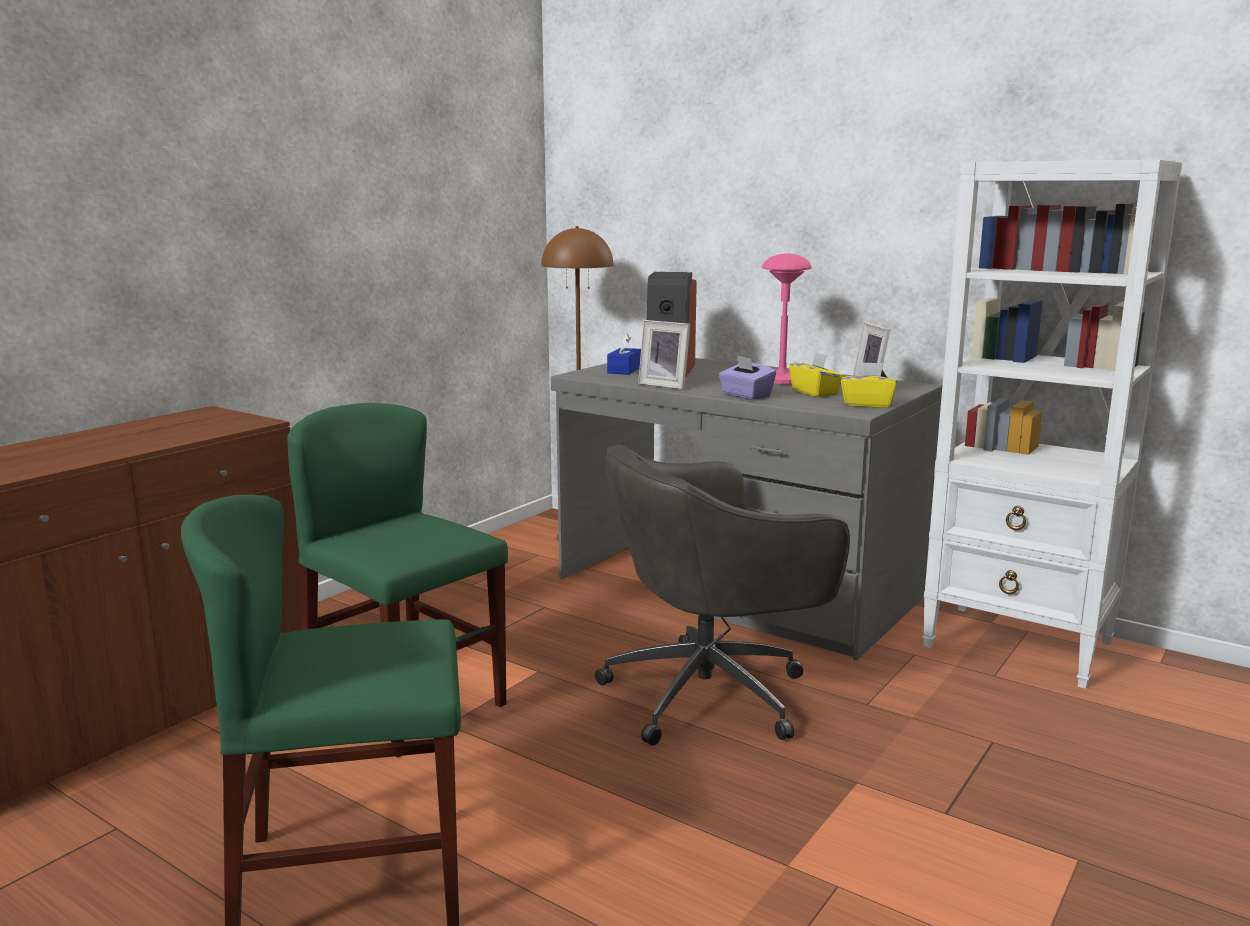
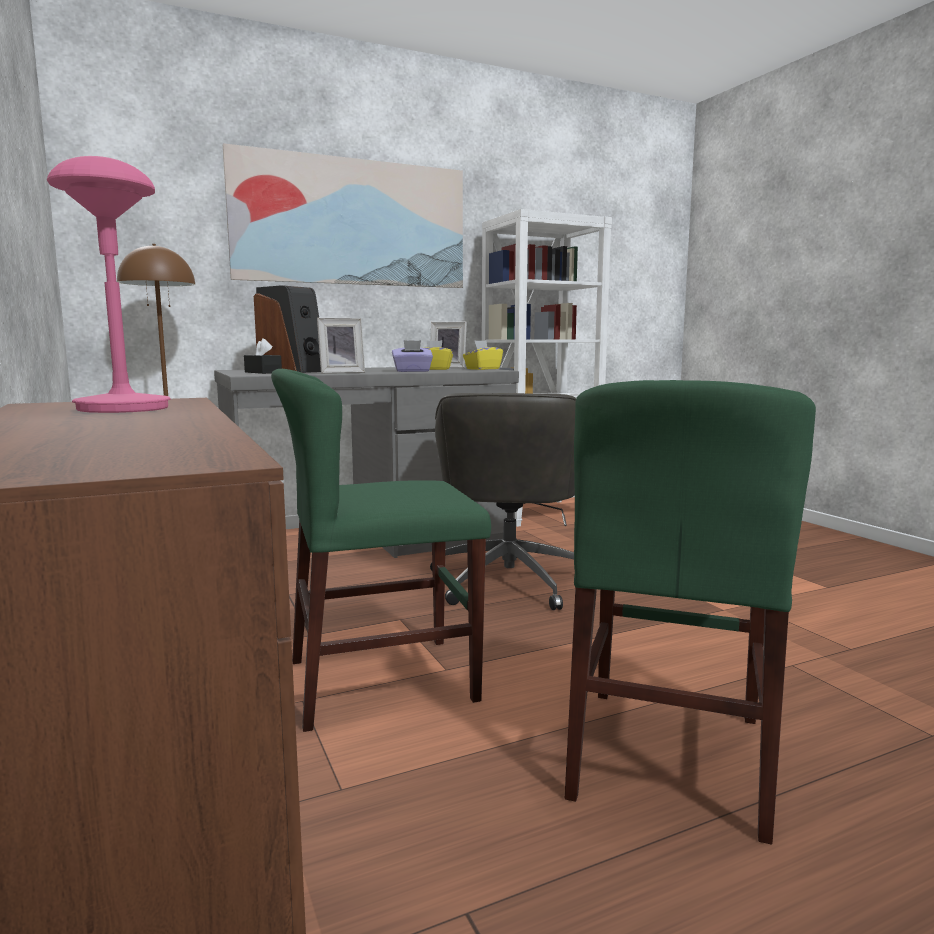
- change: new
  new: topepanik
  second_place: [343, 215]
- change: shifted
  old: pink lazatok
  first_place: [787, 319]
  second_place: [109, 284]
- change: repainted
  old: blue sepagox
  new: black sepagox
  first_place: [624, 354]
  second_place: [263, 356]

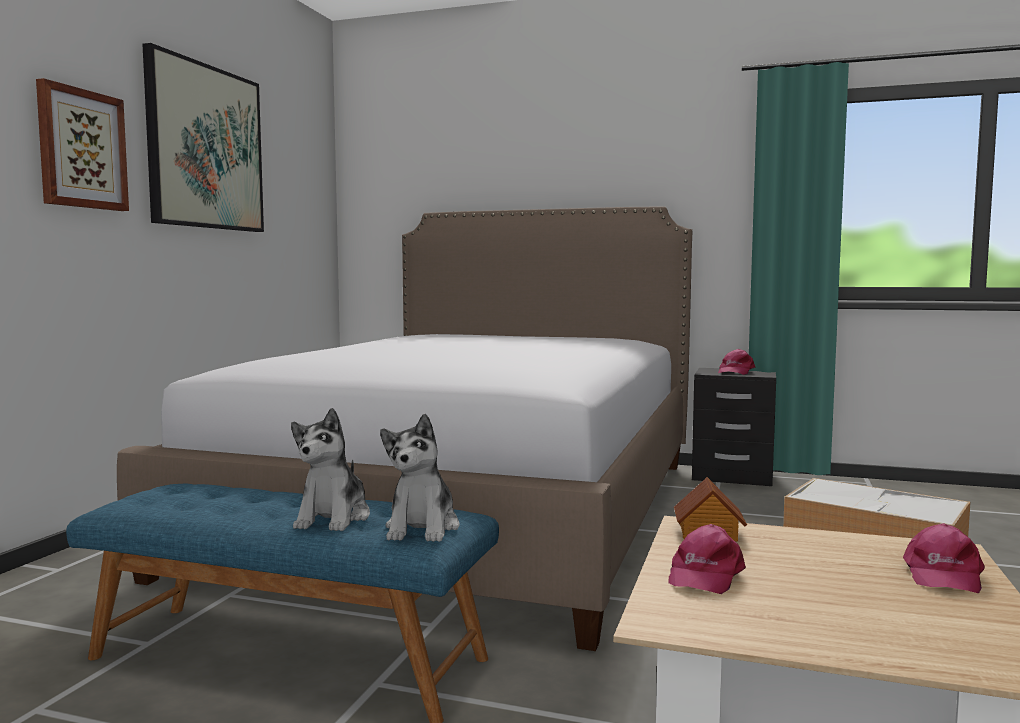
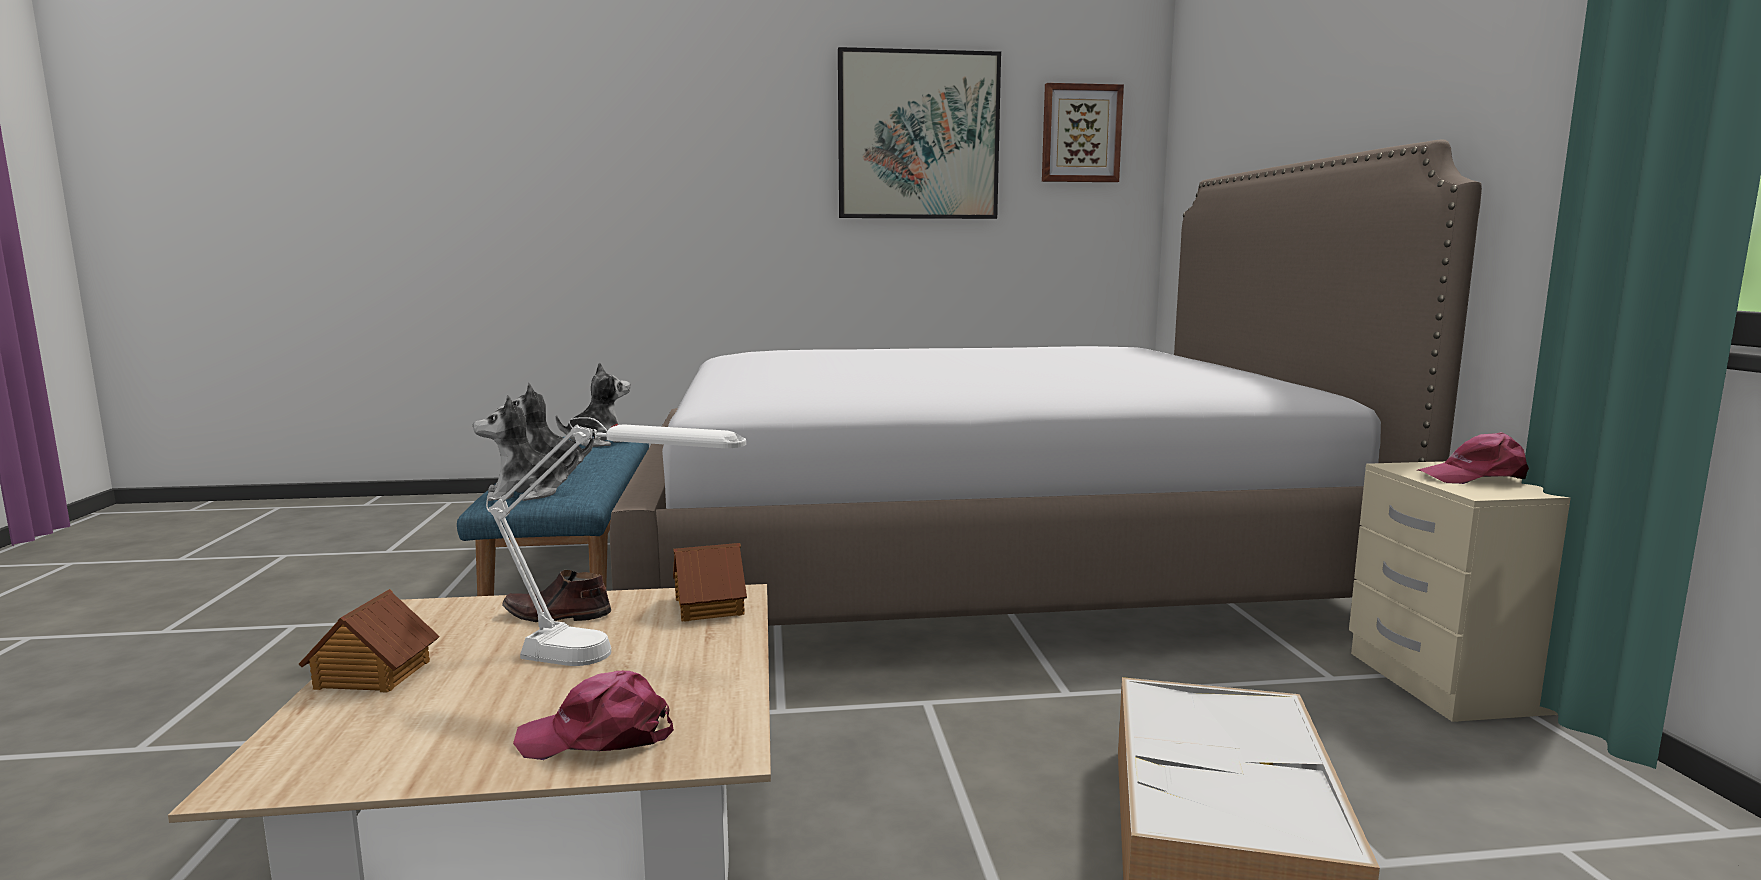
- change: new
  new: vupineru
  second_place: [369, 641]
- change: new
  new: white lazatok
  second_place: [616, 541]
- change: new
  new: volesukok
  second_place: [593, 404]
- change: shifted
  old: topepanik
  first_place: [82, 144]
  second_place: [1083, 132]
- change: swapped
  old: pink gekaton
  new: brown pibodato
  first_place: [707, 559]
  second_place: [556, 596]
- change: repainted
  old: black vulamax
  new: beige vulamax
  first_place: [734, 427]
  second_place: [1460, 591]

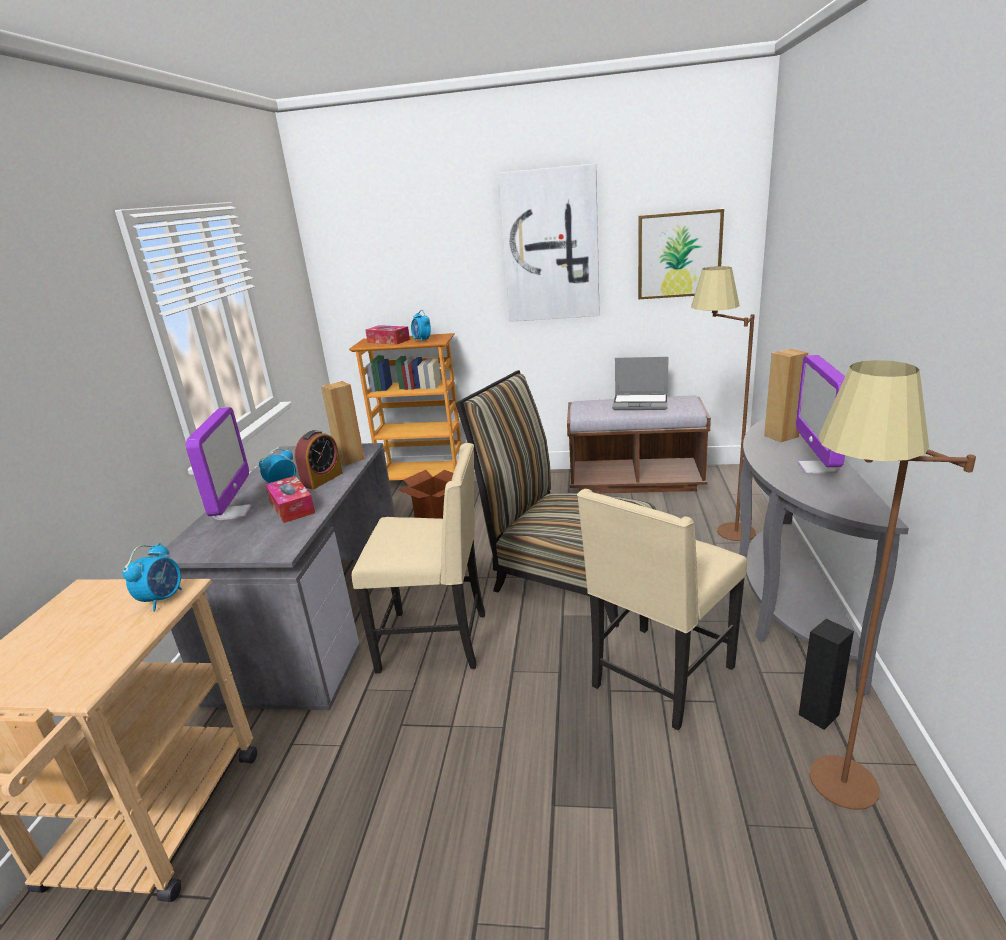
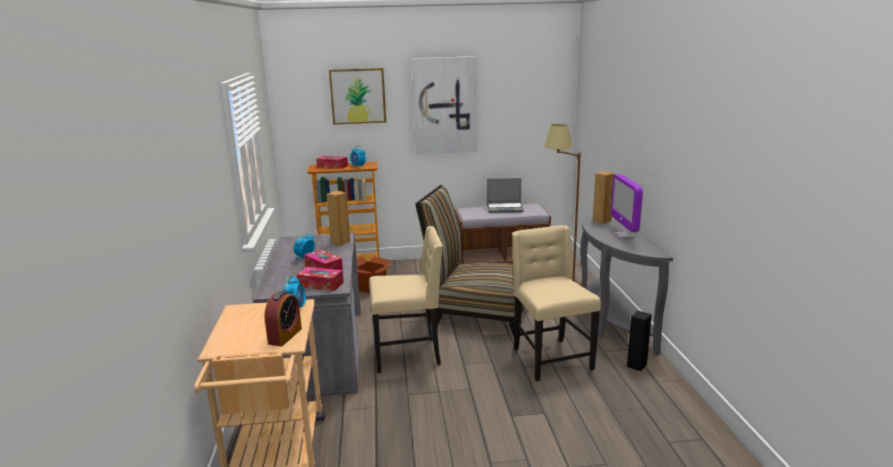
- change: gone
  old: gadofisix
  first_place: [218, 463]
- change: gone
  old: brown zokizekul
  first_place: [892, 585]
- change: new
  new: sepagox
  second_place: [320, 279]
- change: shifted
  old: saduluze
  first_place: [319, 459]
  second_place: [283, 318]
- change: shifted
  old: topepanik
  first_place: [681, 254]
  second_place: [357, 96]
- change: rotated
  old: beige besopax
  first_place: [662, 610]
  second_place: [556, 303]
  degrees: 135

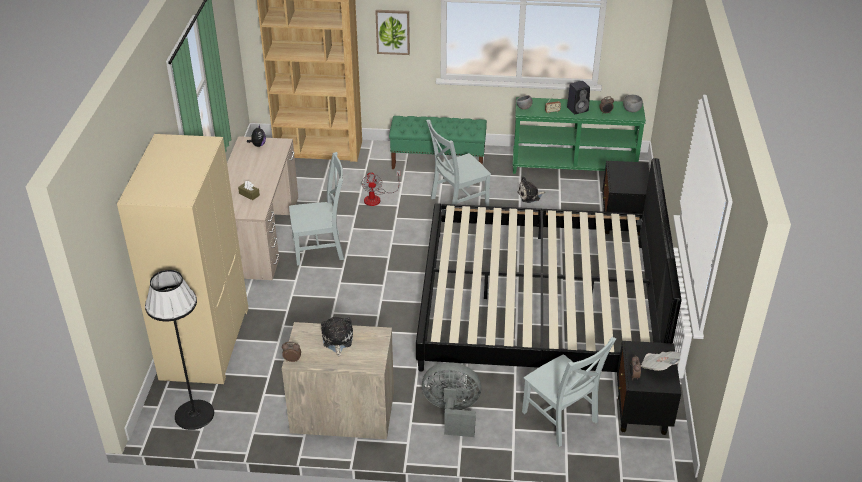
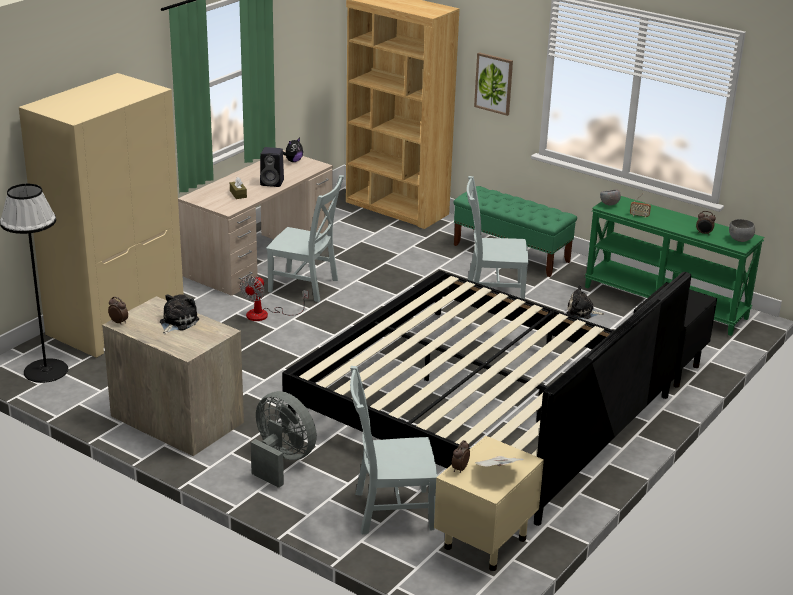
- change: shifted
  old: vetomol
  first_place: [381, 188]
  second_place: [274, 298]
- change: shifted
  old: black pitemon
  first_place: [578, 97]
  second_place: [272, 167]
- change: repainted
  old: black vulamax
  new: beige vulamax
  first_place: [649, 388]
  second_place: [489, 503]
- change: rotated
  old: grey besopax
  first_place: [569, 392]
  second_place: [394, 450]
  degrees: 90

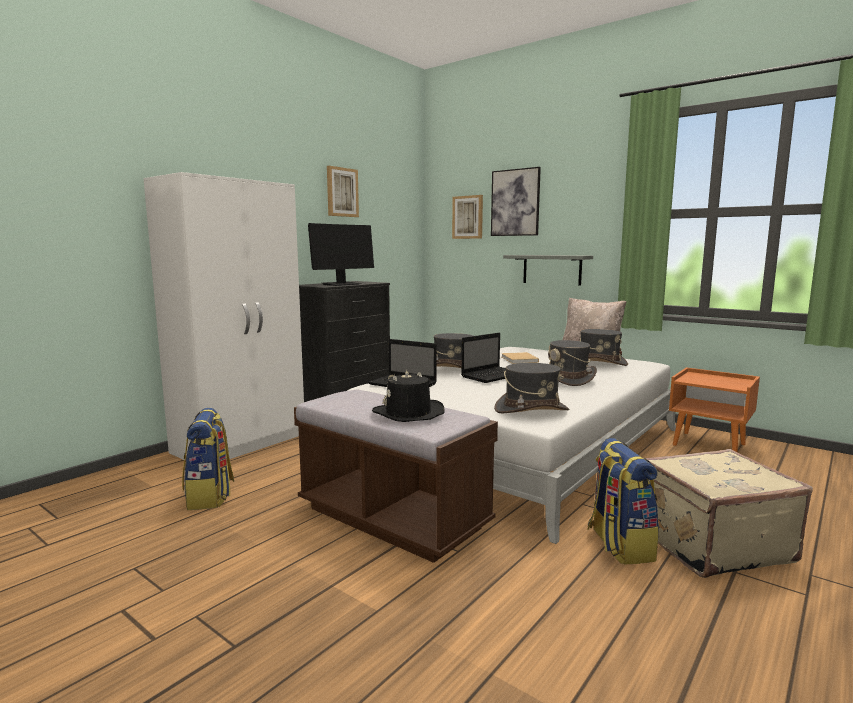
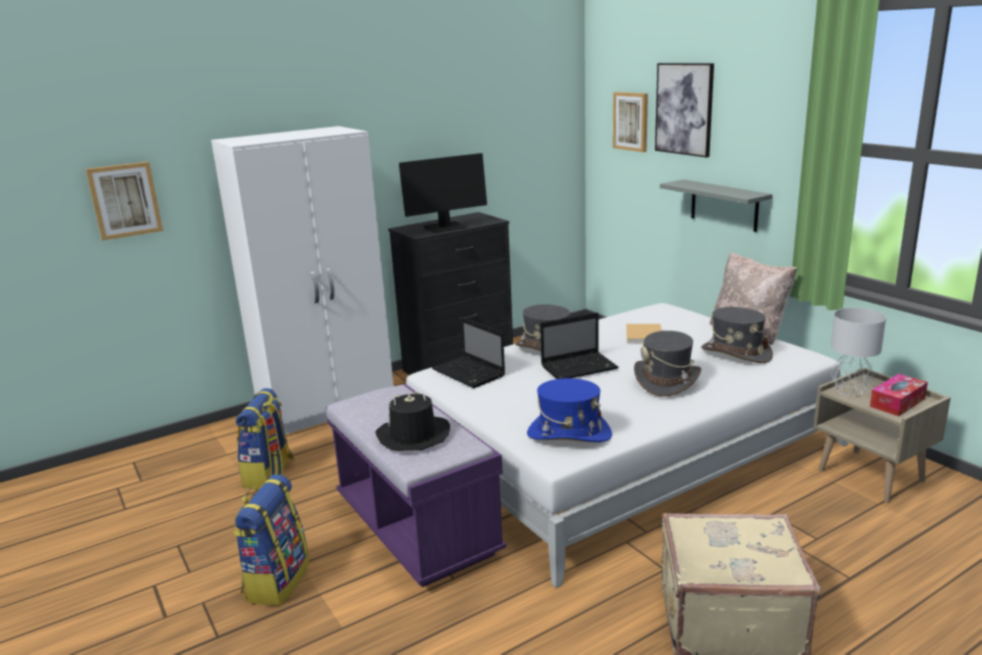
- change: new
  new: grey lazatok
  second_place: [858, 352]
- change: new
  new: sepagox
  second_place: [899, 395]
- change: shifted
  old: topepanik
  first_place: [343, 191]
  second_place: [124, 201]
- change: shifted
  old: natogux
  first_place: [623, 501]
  second_place: [271, 540]
- change: repainted
  old: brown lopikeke
  new: purple lopikeke
  first_place: [396, 476]
  second_place: [416, 485]
- change: repainted
  old: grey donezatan
  new: blue donezatan
  first_place: [531, 388]
  second_place: [569, 410]
- change: repainted
  old: orange vulamax
  new: beige vulamax
  first_place: [714, 409]
  second_place: [882, 435]

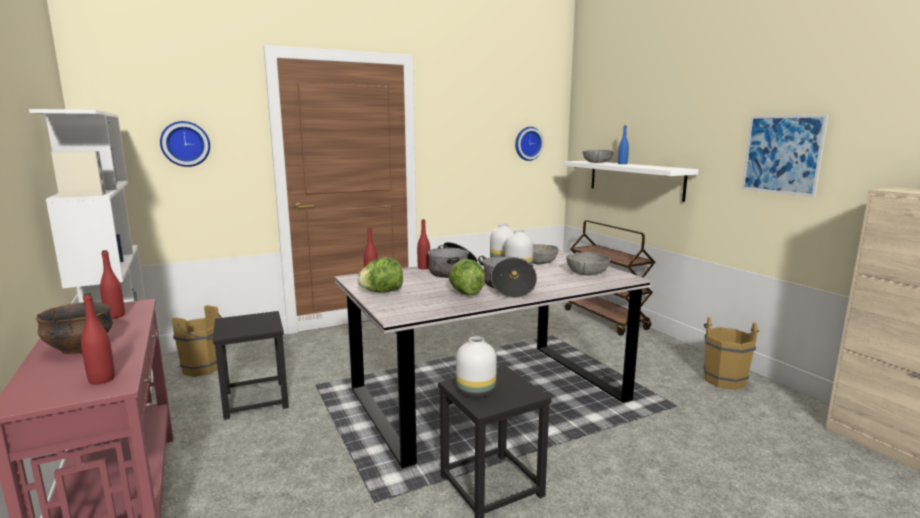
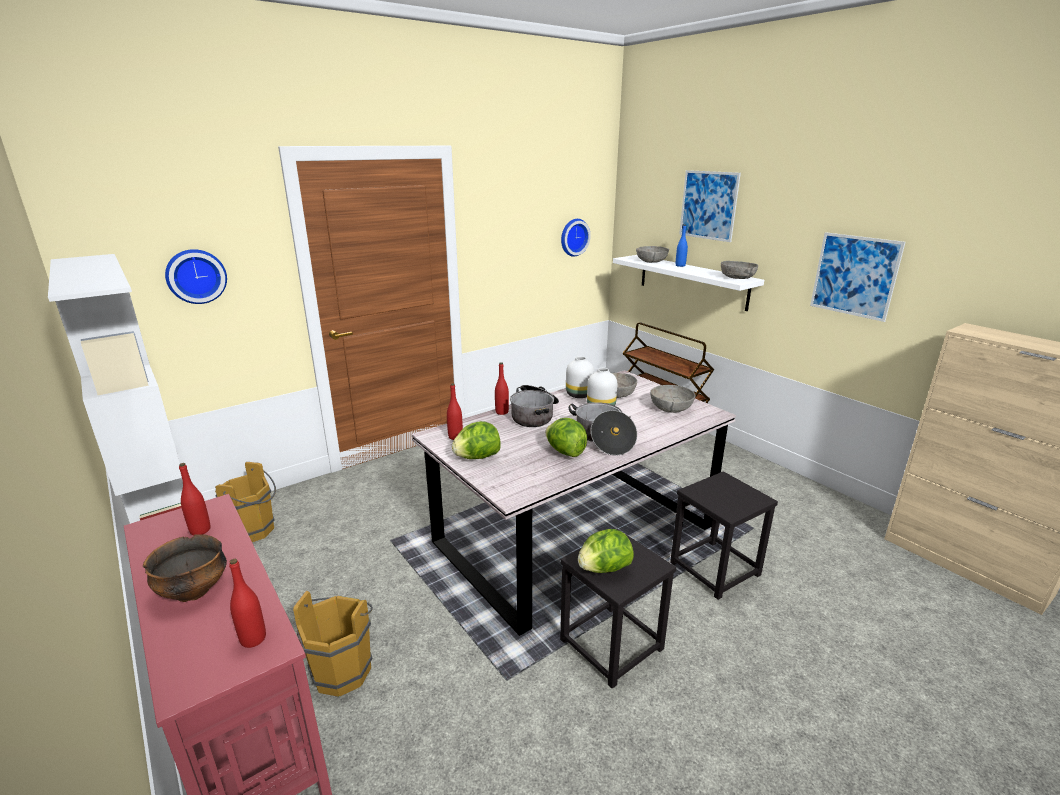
- change: new
  new: topepanik
  second_place: [710, 206]
- change: new
  new: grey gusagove
  second_place: [739, 270]
- change: shifted
  old: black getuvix
  first_place: [251, 365]
  second_place: [724, 535]
- change: shifted
  old: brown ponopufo
  first_place: [731, 353]
  second_place: [333, 644]
- change: swapped
  old: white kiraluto
  new: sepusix
  first_place: [476, 367]
  second_place: [606, 551]

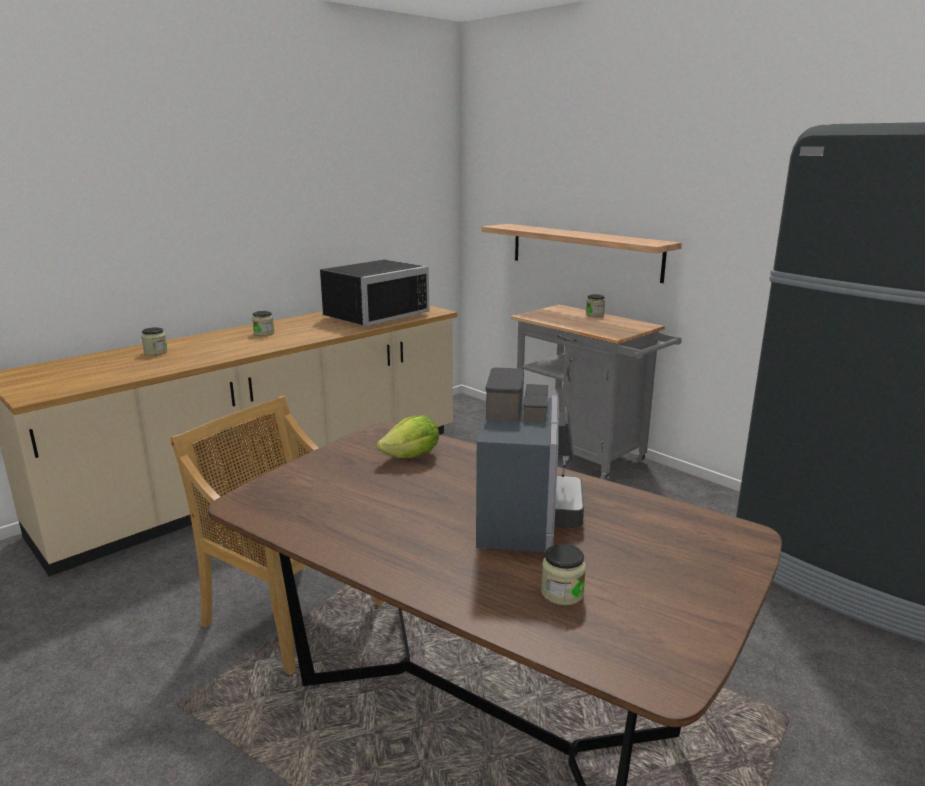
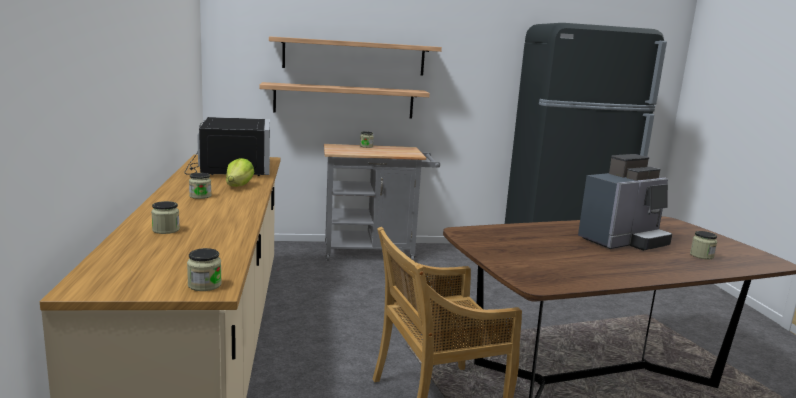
- change: new
  new: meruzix
  second_place: [204, 269]
- change: new
  new: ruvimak
  second_place: [355, 56]
- change: shifted
  old: sepusix
  first_place: [407, 436]
  second_place: [240, 172]
- change: rotated
  old: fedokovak
  first_place: [530, 460]
  second_place: [625, 202]
  degrees: 105

